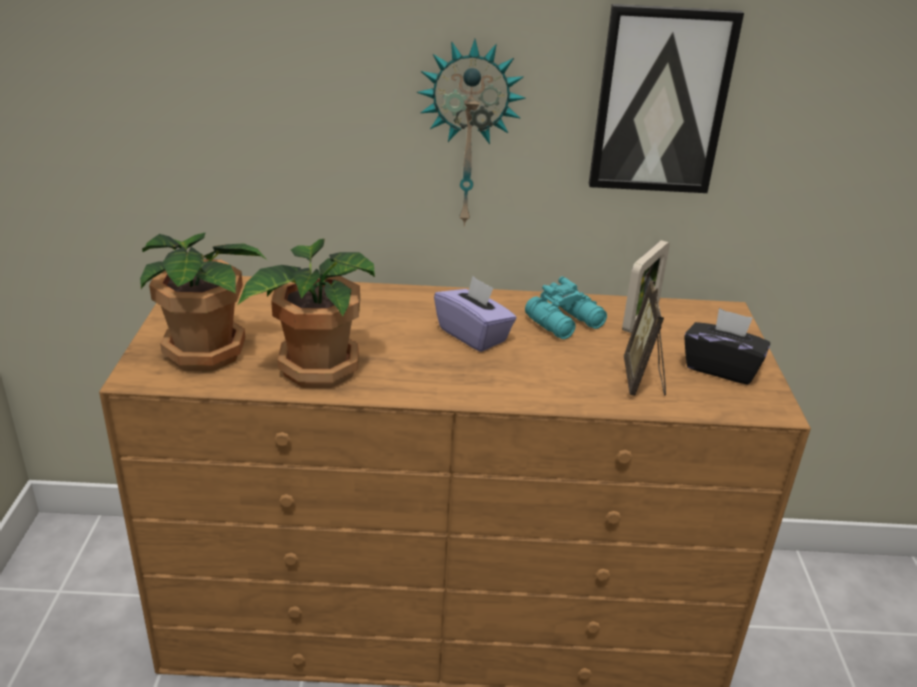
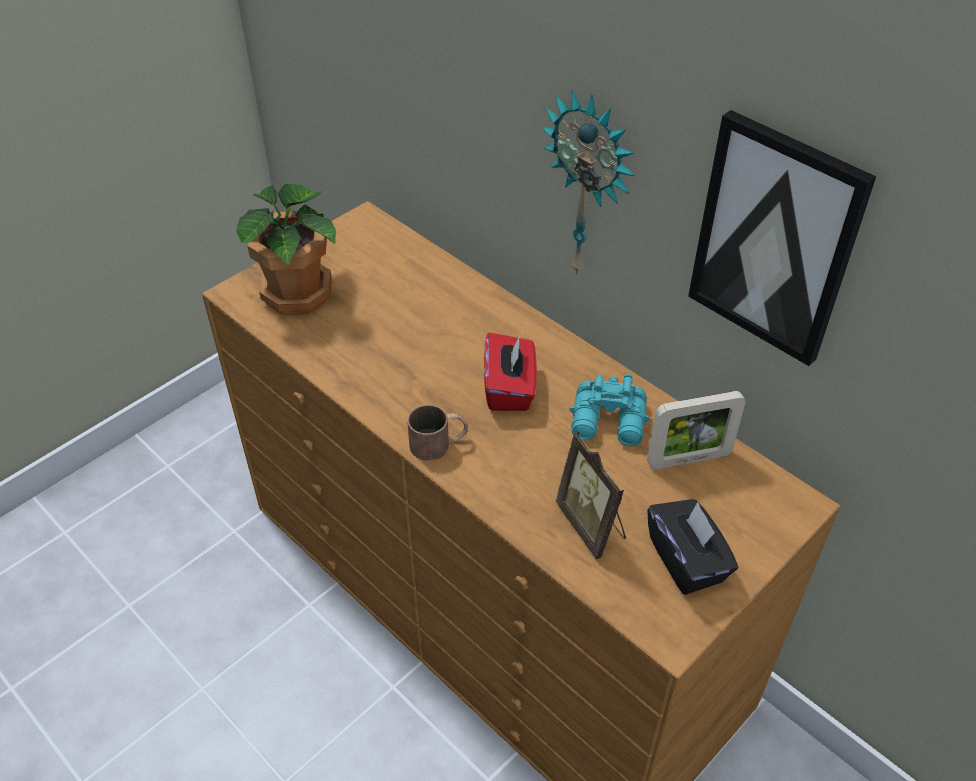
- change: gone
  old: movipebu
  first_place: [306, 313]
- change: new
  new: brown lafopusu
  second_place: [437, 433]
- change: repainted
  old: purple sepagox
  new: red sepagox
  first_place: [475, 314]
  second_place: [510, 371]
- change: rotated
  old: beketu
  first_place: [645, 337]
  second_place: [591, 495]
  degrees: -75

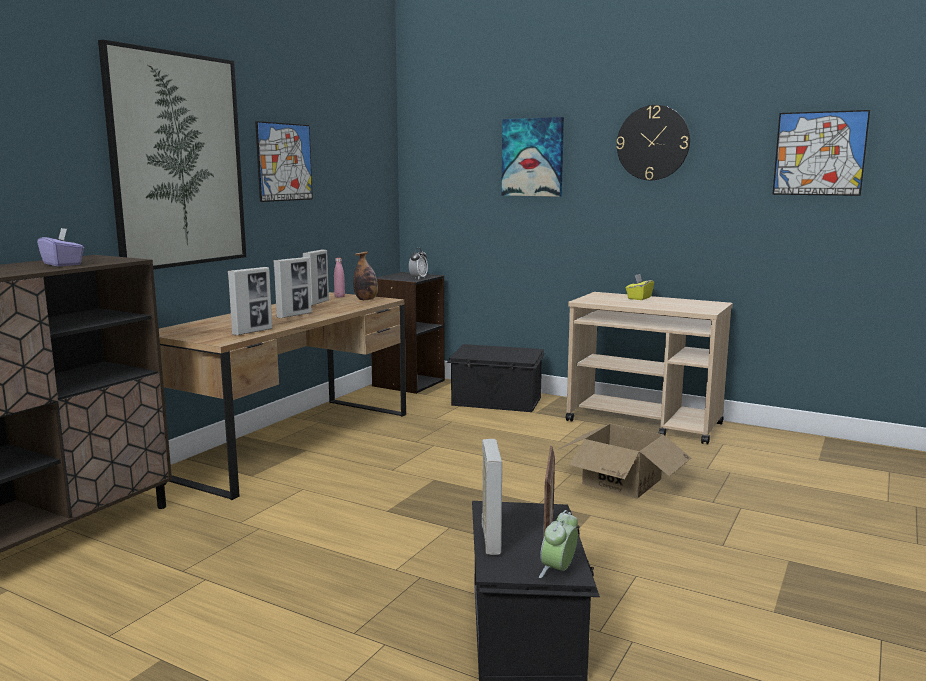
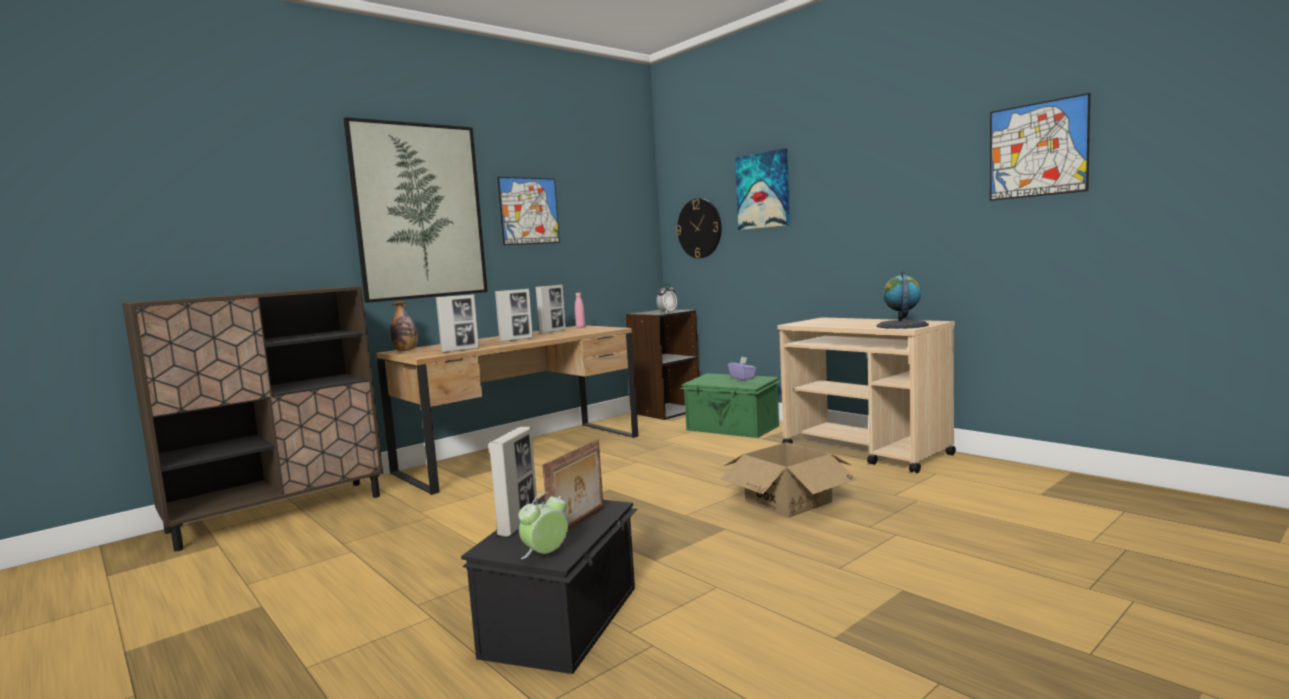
- change: gone
  old: yellow sepagox
  first_place: [640, 287]
- change: new
  new: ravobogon
  second_place: [902, 300]
- change: shifted
  old: purple sepagox
  first_place: [60, 247]
  second_place: [742, 368]
- change: shifted
  old: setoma
  first_place: [365, 276]
  second_place: [404, 326]
- change: shifted
  old: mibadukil
  first_place: [653, 142]
  second_place: [698, 228]
- change: repainted
  old: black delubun
  new: green delubun
  first_place: [496, 378]
  second_place: [730, 405]

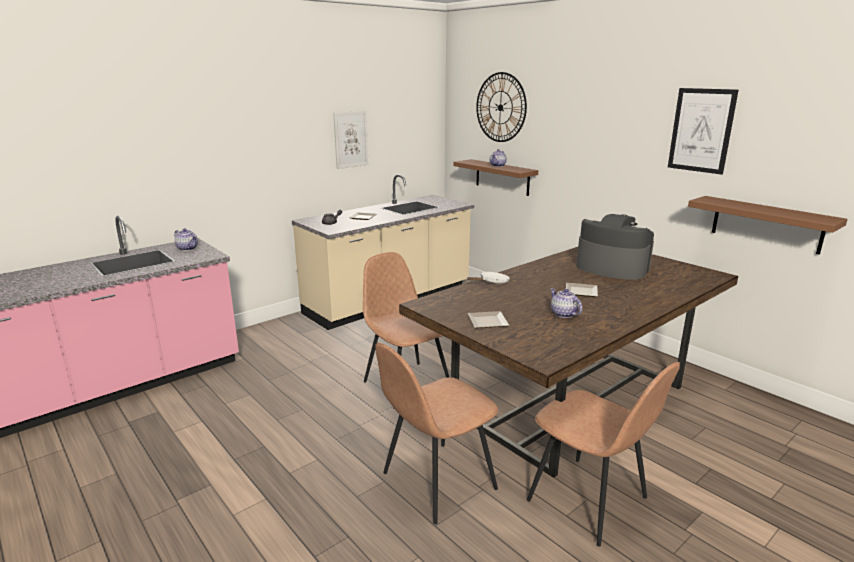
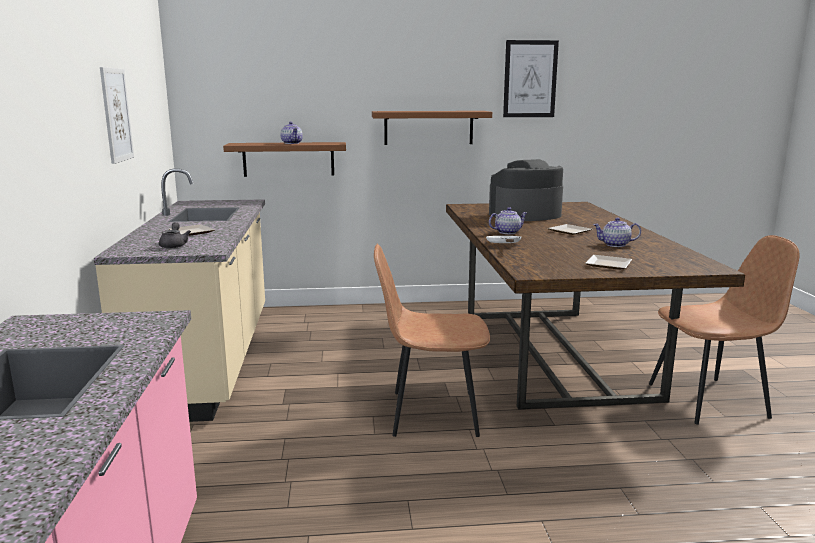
- change: gone
  old: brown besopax
  first_place: [436, 433]
- change: gone
  old: mibadukil
  first_place: [501, 107]
- change: shifted
  old: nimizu
  first_place: [186, 239]
  second_place: [508, 220]
- change: shifted
  old: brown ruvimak
  first_place: [768, 225]
  second_place: [432, 128]

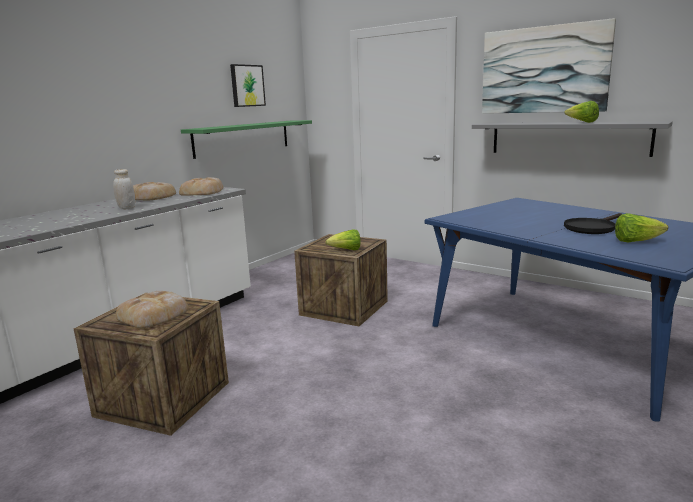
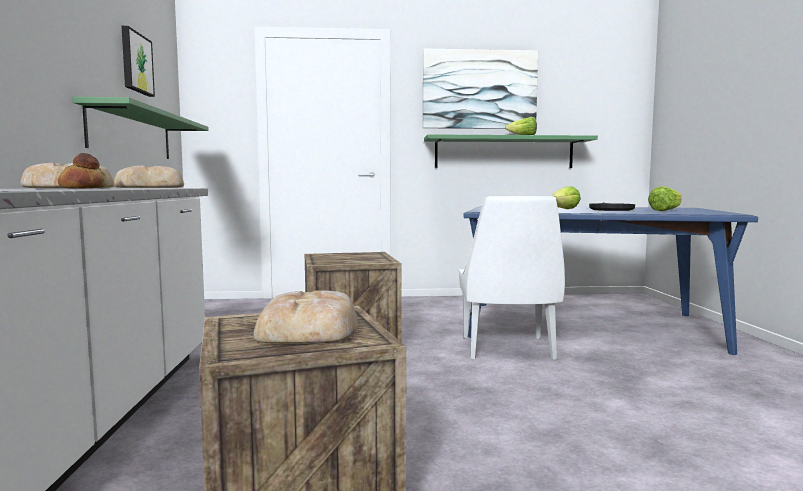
- change: new
  new: white besopax
  second_place: [512, 278]
- change: shifted
  old: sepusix
  first_place: [343, 239]
  second_place: [566, 197]
- change: swapped
  old: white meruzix
  new: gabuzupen
  first_place: [124, 189]
  second_place: [83, 171]
- change: repainted
  old: grey ruvimak
  new: green ruvimak
  first_place: [572, 139]
  second_place: [511, 151]

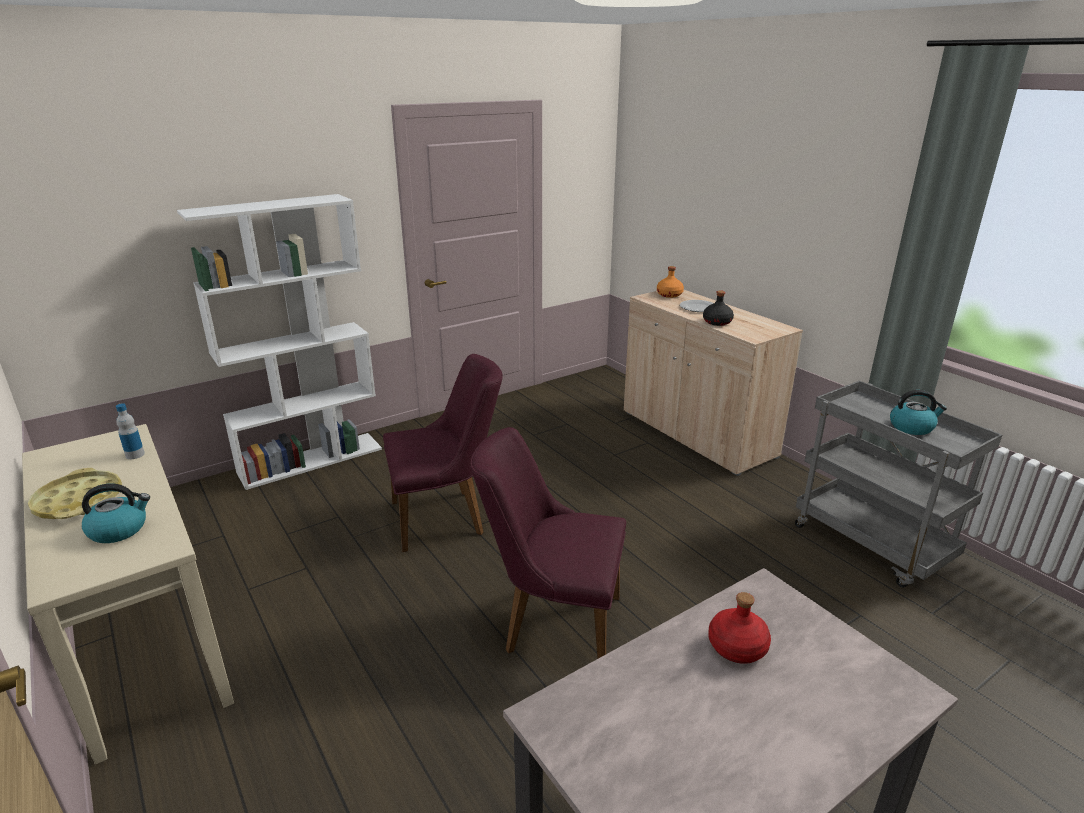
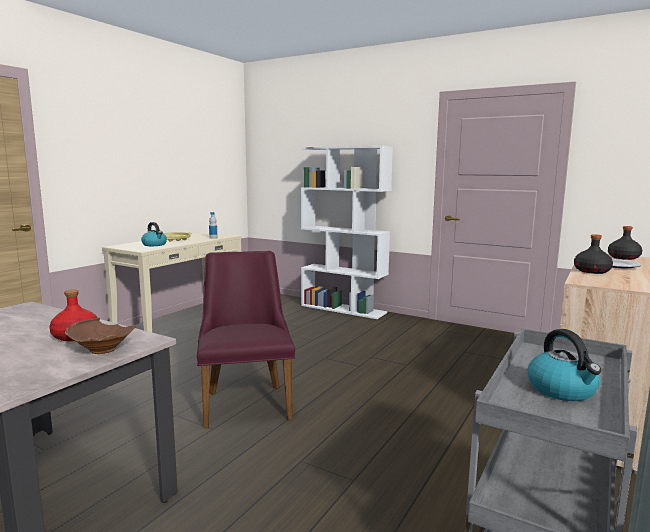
- change: gone
  old: purple besopax
  first_place: [443, 453]
- change: new
  new: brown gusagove
  second_place: [100, 336]
- change: repainted
  old: orange setoma
  new: black setoma
  first_place: [670, 282]
  second_place: [625, 243]

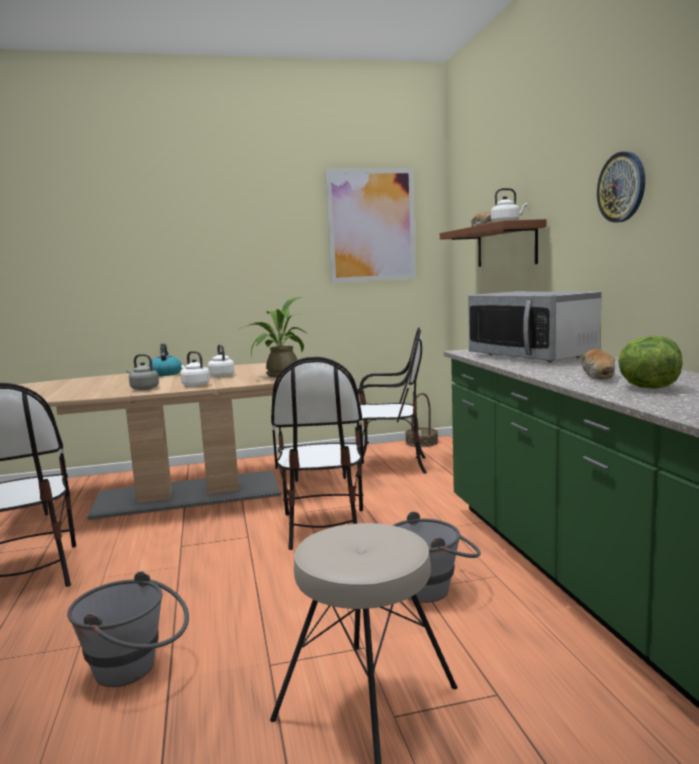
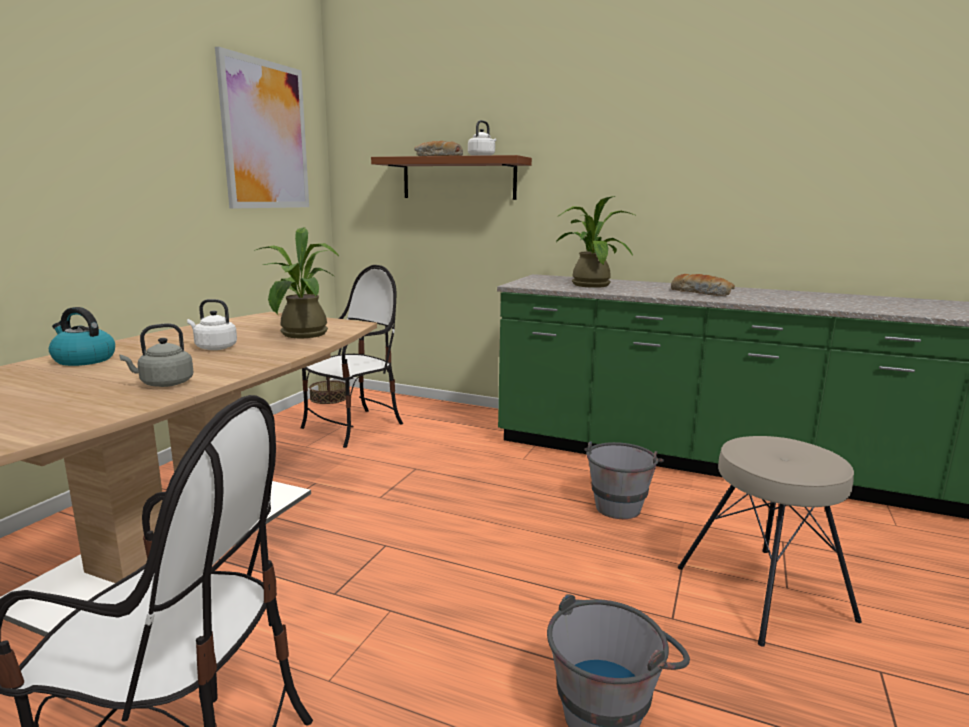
- change: gone
  old: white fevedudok
  first_place: [195, 369]
- change: gone
  old: besopax
  first_place: [317, 453]
- change: gone
  old: mibadukil
  first_place: [621, 187]
- change: gone
  old: sepusix
  first_place: [650, 362]
- change: swapped
  old: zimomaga
  new: movipebu
  first_place: [535, 326]
  second_place: [596, 242]

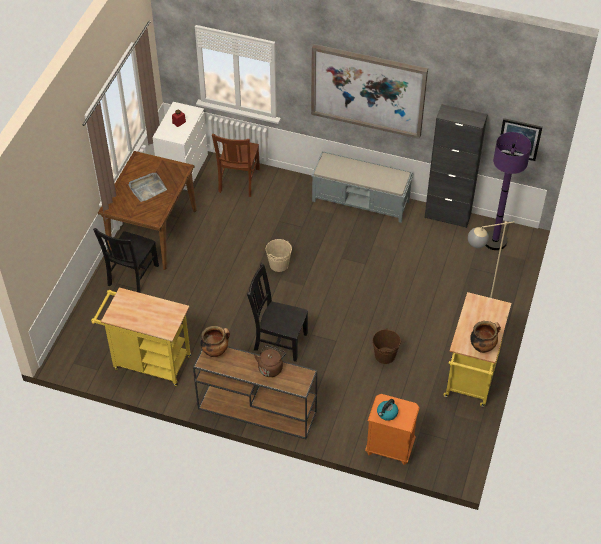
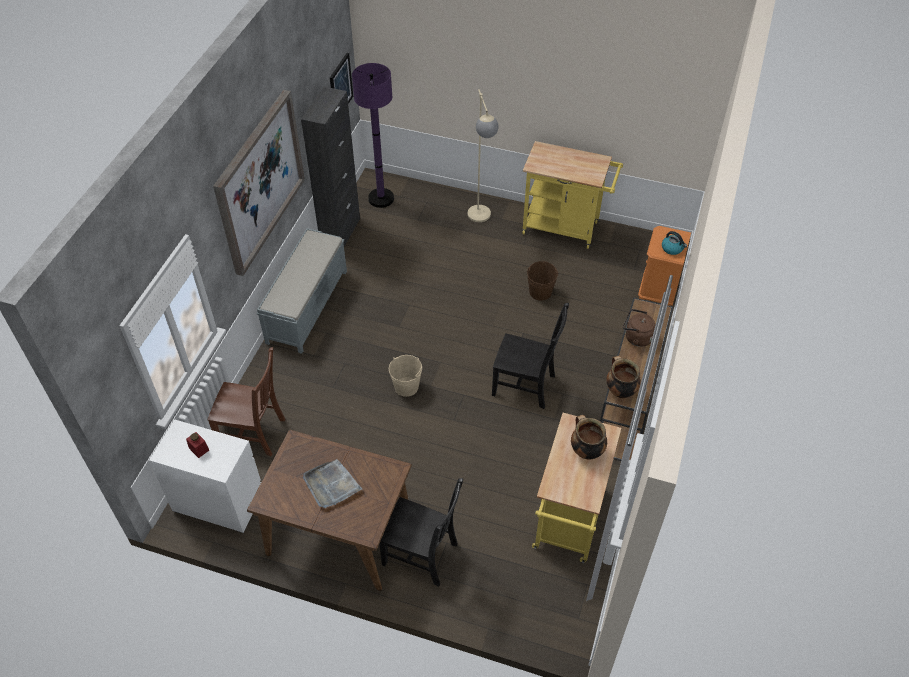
- change: shifted
  old: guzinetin
  first_place: [485, 337]
  second_place: [589, 437]
- change: rotated
  old: black besopax
  first_place: [277, 312]
  second_place: [530, 356]
  degrees: -90

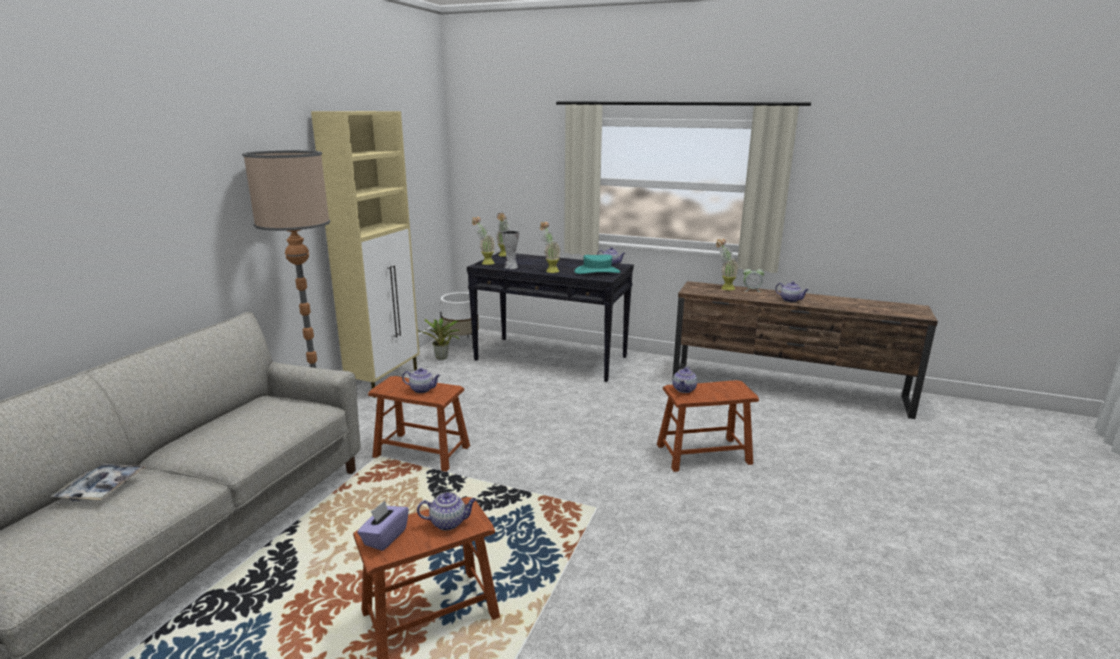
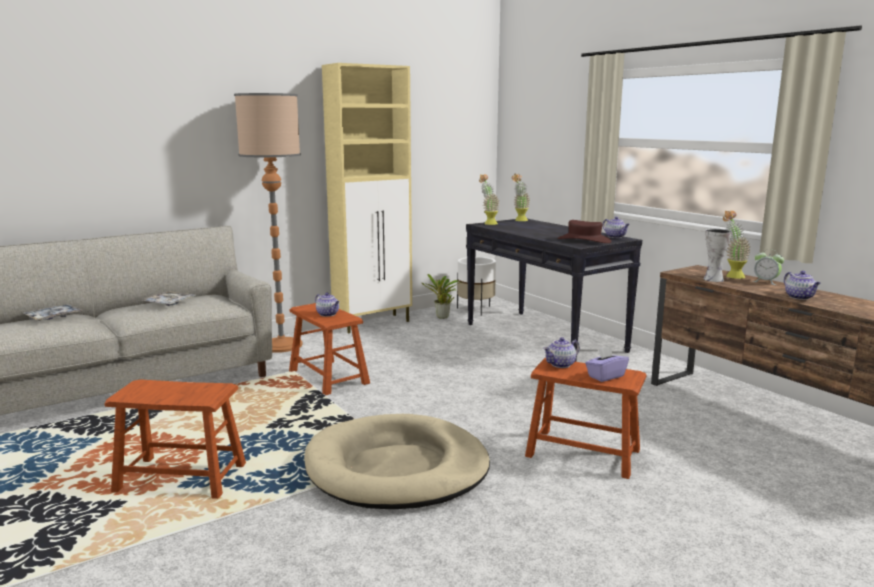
- change: gone
  old: nimizu
  first_place: [447, 511]
- change: gone
  old: movipebu
  first_place: [550, 247]
- change: new
  new: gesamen
  second_place: [168, 298]
- change: new
  new: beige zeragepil
  second_place: [397, 461]
- change: shifted
  old: purple sepagox
  first_place: [383, 526]
  second_place: [607, 364]
- change: shifted
  old: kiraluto
  first_place: [510, 249]
  second_place: [717, 255]
- change: repainted
  old: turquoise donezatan
  new: brown donezatan
  first_place: [597, 264]
  second_place: [585, 231]

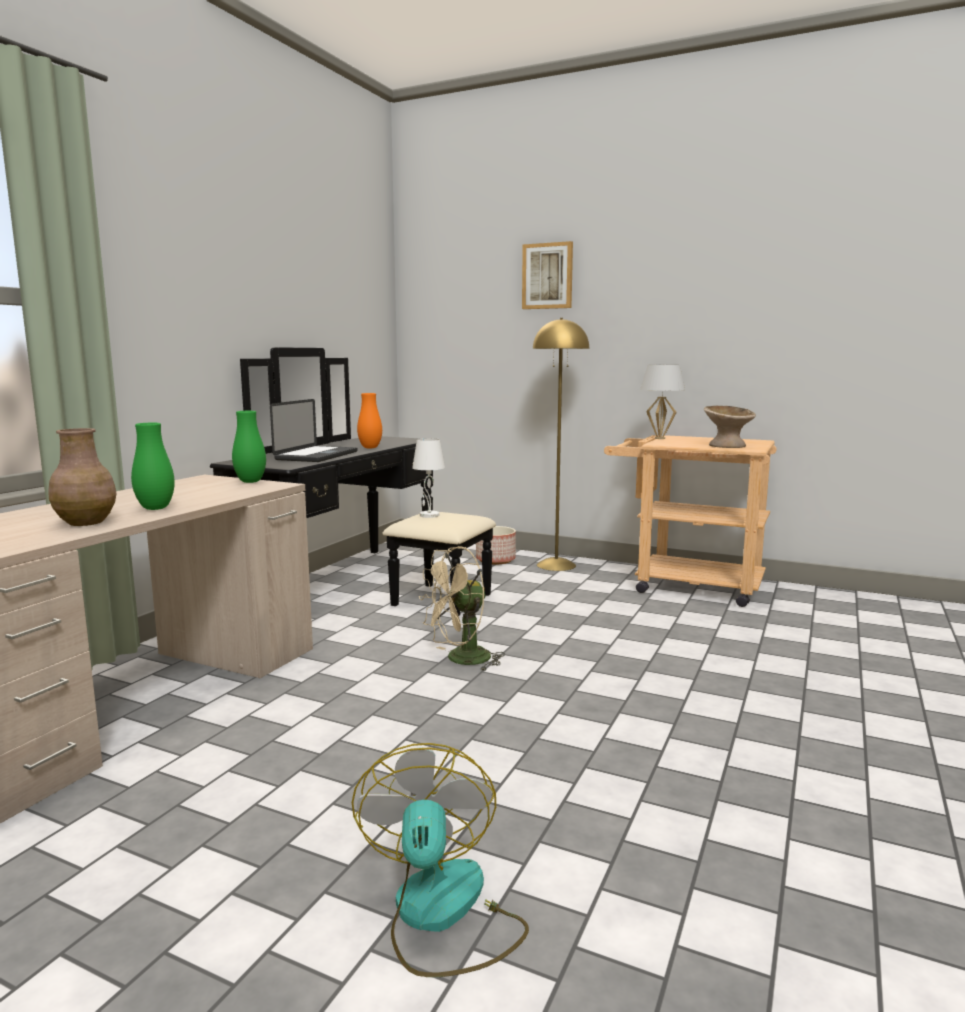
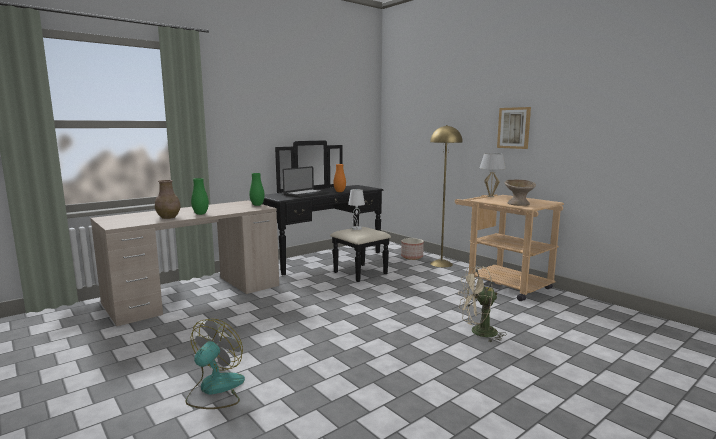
- change: shifted
  old: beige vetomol
  first_place: [462, 609]
  second_place: [482, 304]
- change: shifted
  old: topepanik
  first_place: [547, 275]
  second_place: [514, 128]

